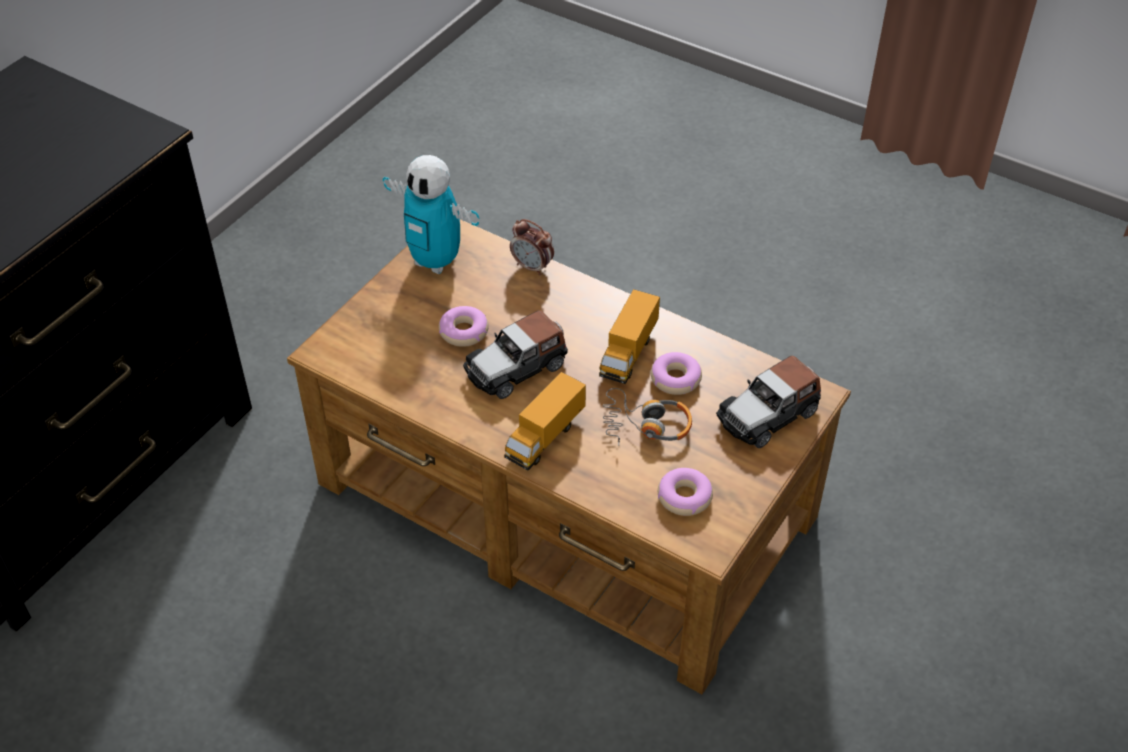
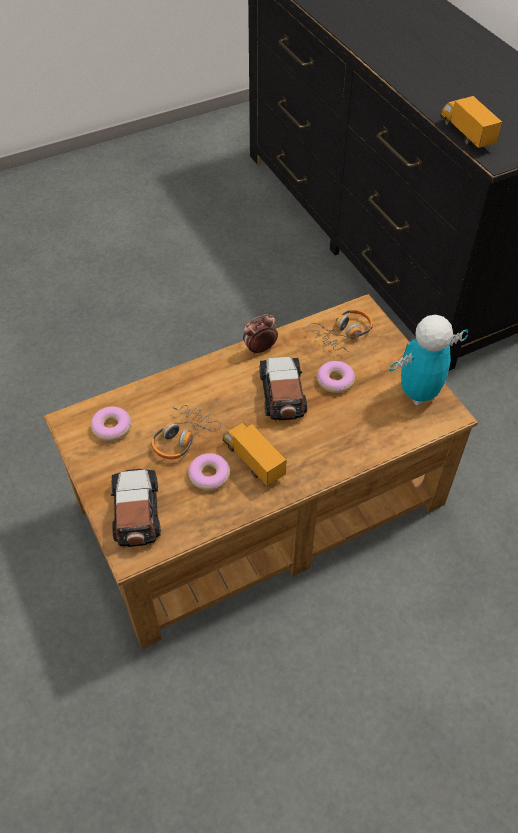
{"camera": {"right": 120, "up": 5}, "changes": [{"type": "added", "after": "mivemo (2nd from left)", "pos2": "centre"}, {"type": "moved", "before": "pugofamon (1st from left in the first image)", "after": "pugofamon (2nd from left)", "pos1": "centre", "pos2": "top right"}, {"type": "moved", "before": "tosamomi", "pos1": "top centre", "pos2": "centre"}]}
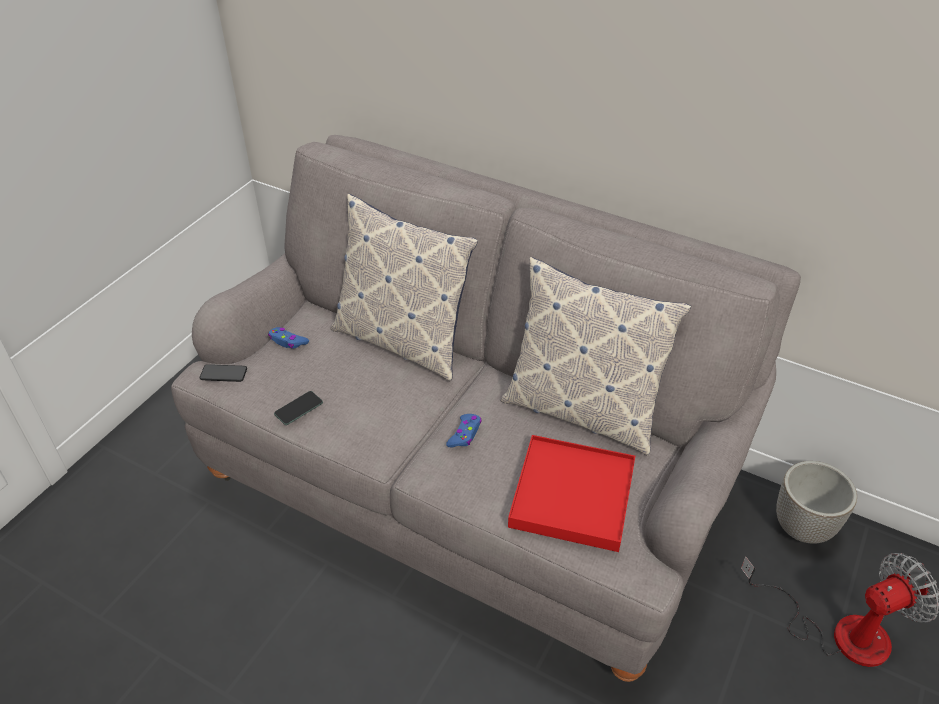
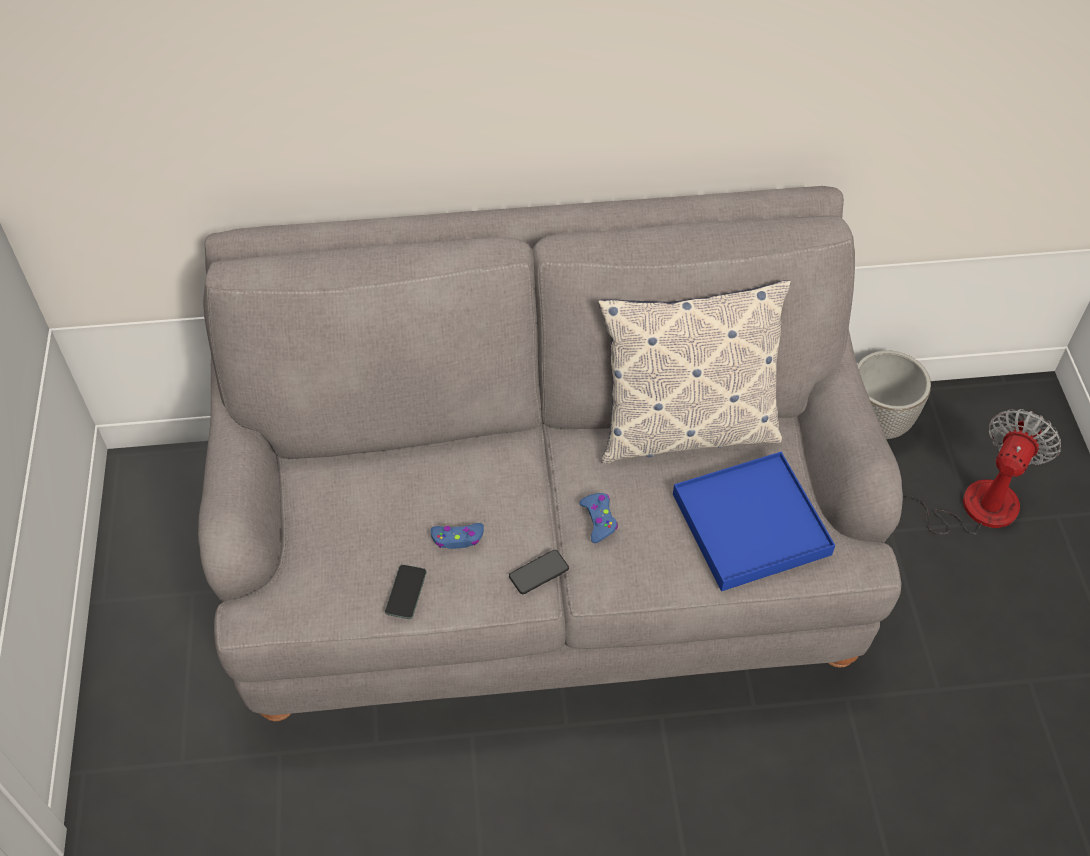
{"camera": {"right": -35, "up": 10}, "changes": [{"type": "removed", "before": "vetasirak (1st from left)", "pos1": "centre"}, {"type": "moved", "before": "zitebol (1st from left in the first image)", "after": "zitebol (2nd from left)", "pos1": "middle left", "pos2": "bottom centre"}, {"type": "moved", "before": "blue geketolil (1st from left)", "pos1": "middle left", "pos2": "centre"}, {"type": "recoloured", "before": "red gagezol", "after": "blue gagezol", "pos1": "bottom centre", "pos2": "middle right"}]}
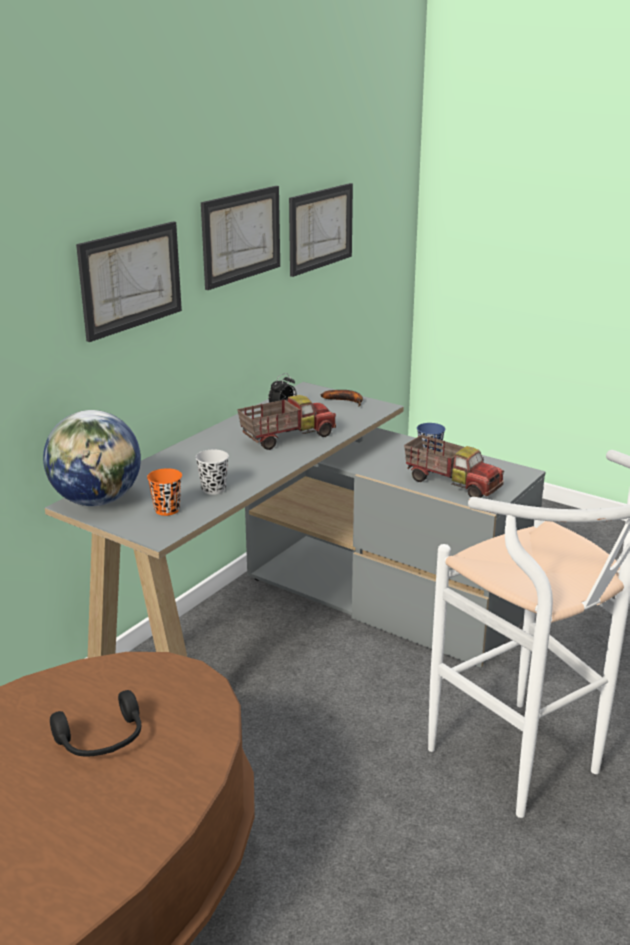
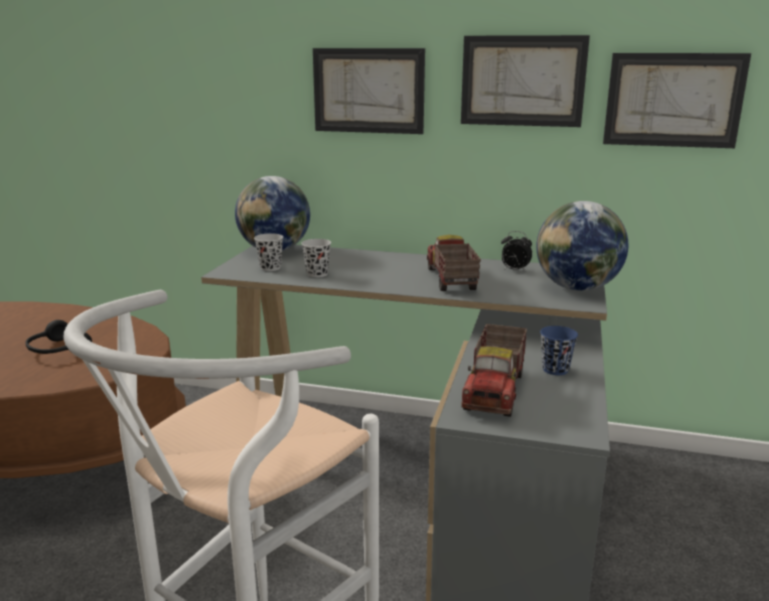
{"camera": {"right": 70, "up": -5}, "changes": [{"type": "replaced", "before": "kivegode", "after": "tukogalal (2nd from left)", "pos1": "centre", "pos2": "middle right"}, {"type": "recoloured", "before": "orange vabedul", "after": "black vabedul (1st from left)", "pos1": "middle left", "pos2": "centre"}, {"type": "turned", "before": "pugofamon (1st from left)", "pos1": "centre", "pos2": "centre", "turn": -135}]}
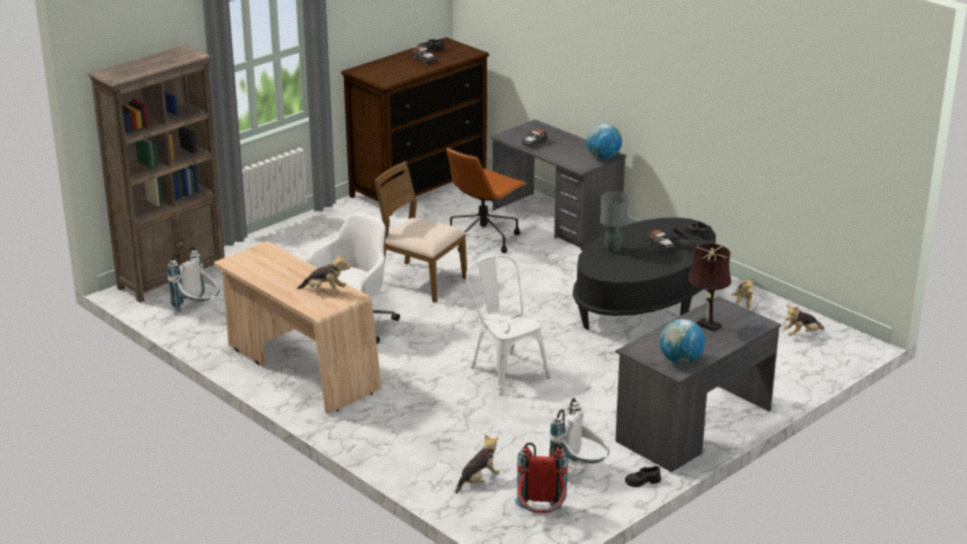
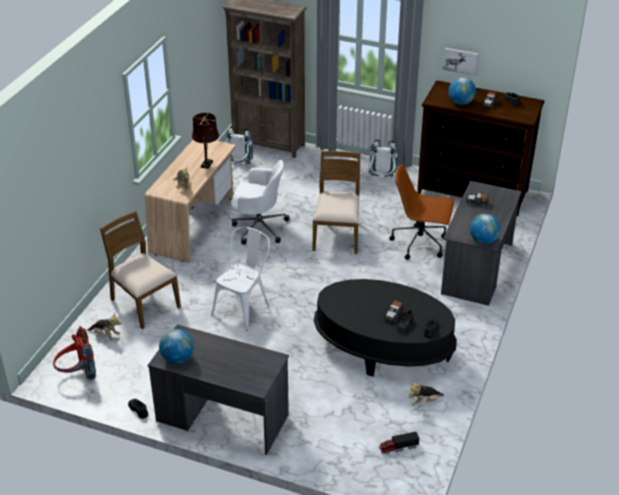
{"camera": {"right": 65, "up": 10}, "changes": [{"type": "removed", "before": "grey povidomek", "pos1": "centre"}, {"type": "added", "after": "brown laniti (1st from left)", "pos2": "middle left"}, {"type": "added", "after": "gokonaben", "pos2": "top right"}, {"type": "added", "after": "tukogalal (2nd from left)", "pos2": "top right"}, {"type": "moved", "before": "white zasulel (2nd from left)", "pos1": "bottom centre", "pos2": "top centre"}, {"type": "moved", "before": "brown povidomek", "pos1": "middle right", "pos2": "top left"}, {"type": "replaced", "before": "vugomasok (4th from left)", "after": "pugofamon", "pos1": "middle right", "pos2": "bottom centre"}]}
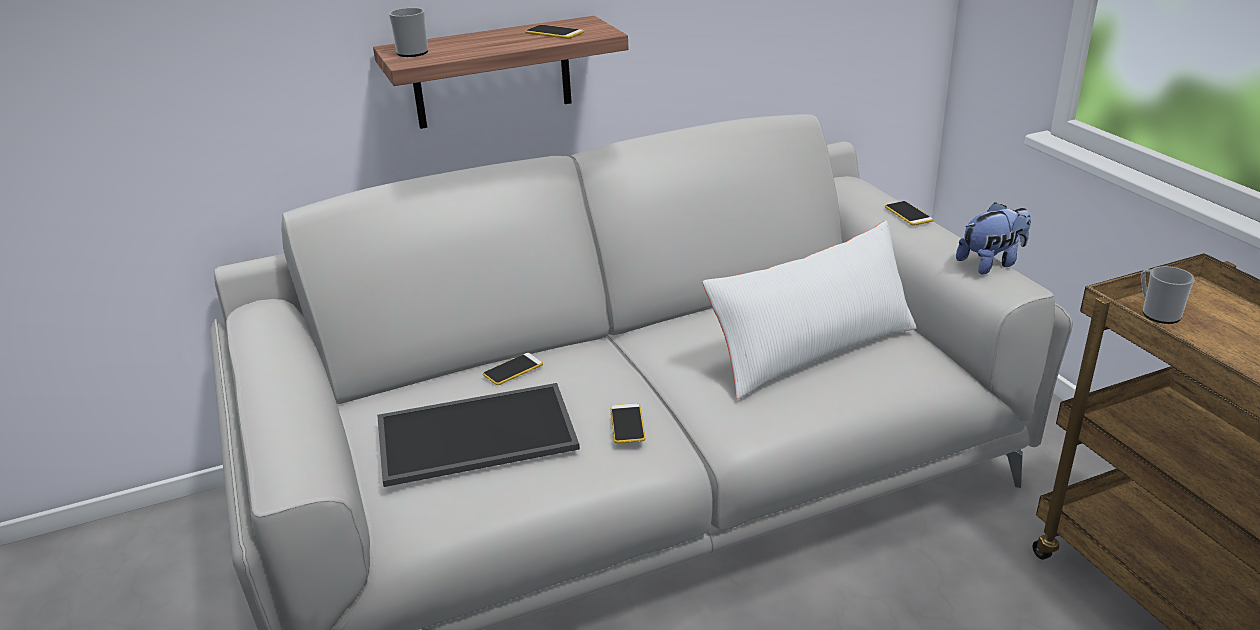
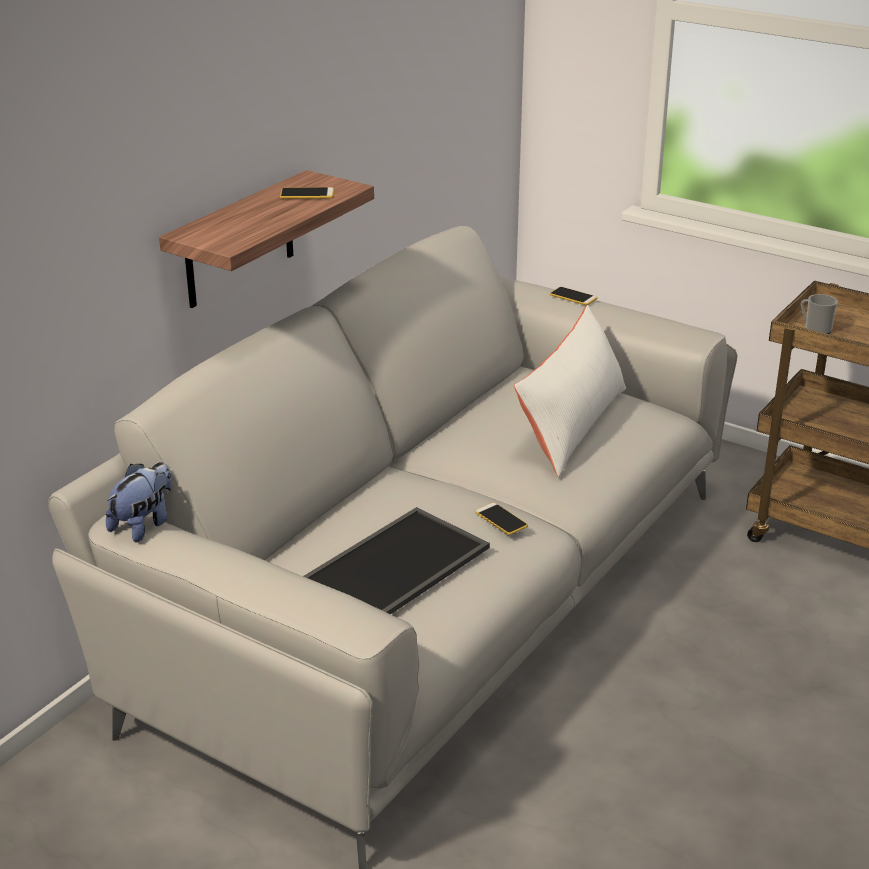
{"camera": {"right": -35, "up": 0}, "changes": [{"type": "removed", "before": "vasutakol (1st from left)", "pos1": "top left"}, {"type": "removed", "before": "zitebol (1st from left)", "pos1": "centre"}, {"type": "moved", "before": "vugomasok", "pos1": "middle right", "pos2": "middle left"}]}
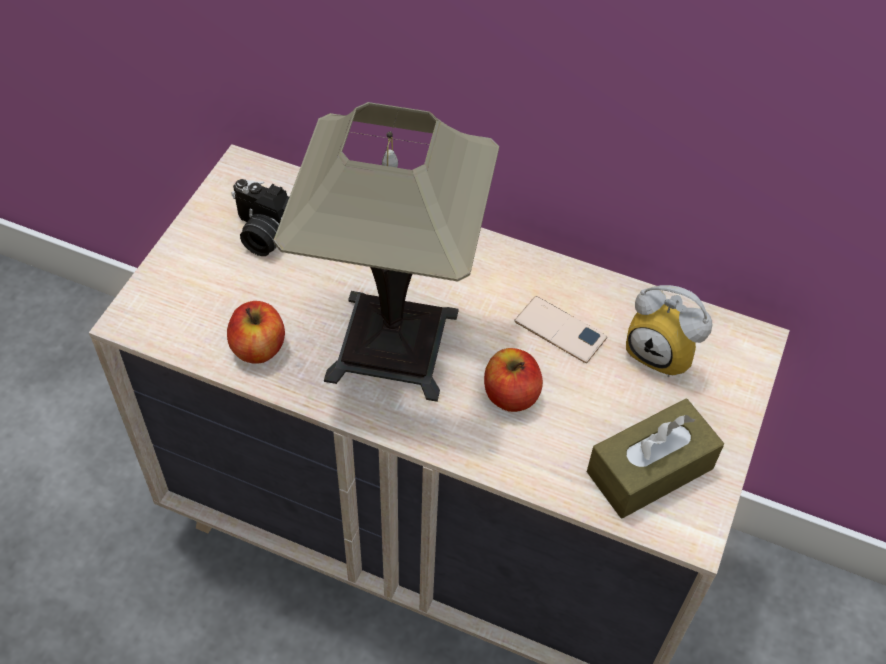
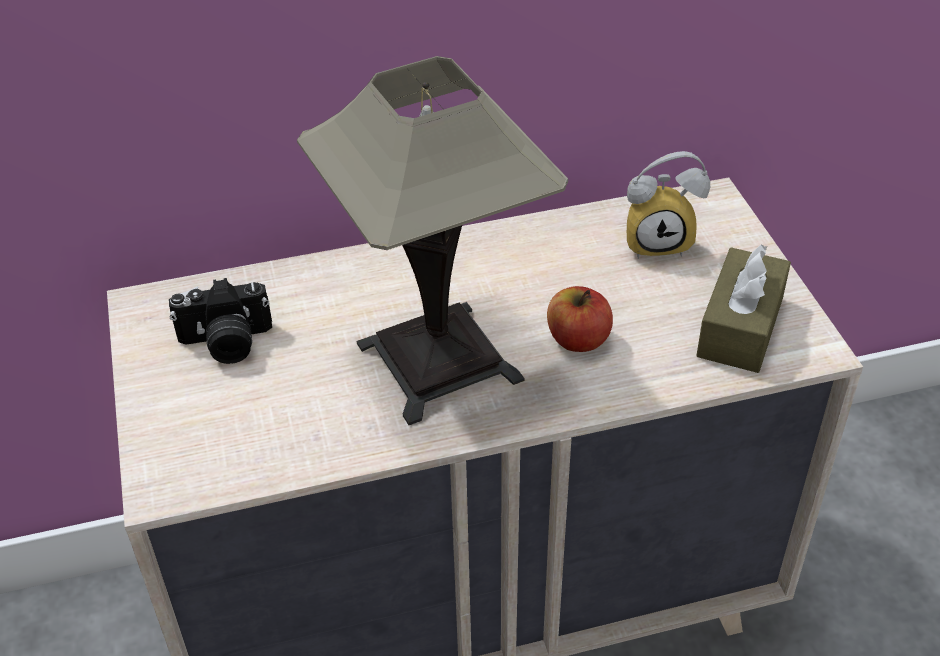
{"camera": {"right": -35, "up": -10}, "changes": [{"type": "removed", "before": "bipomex (1st from left)", "pos1": "middle left"}, {"type": "removed", "before": "zitebol", "pos1": "centre"}]}
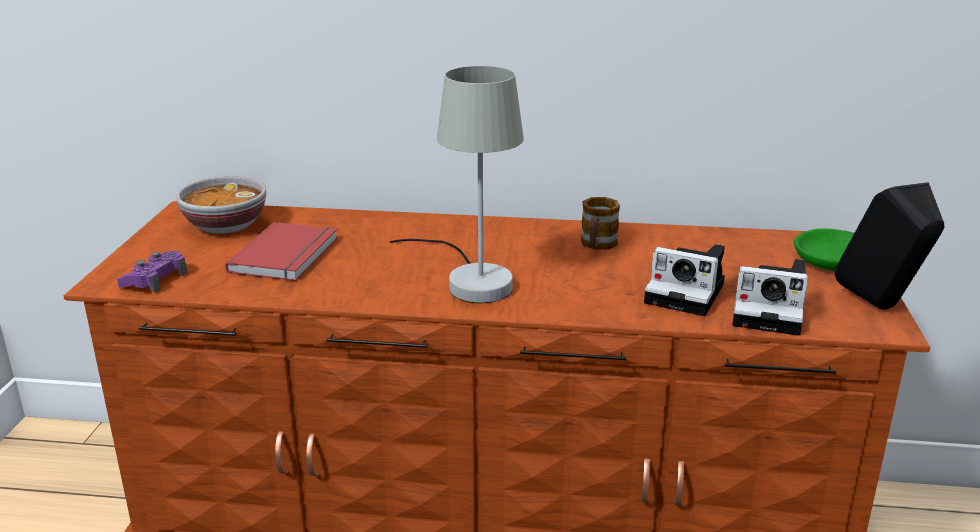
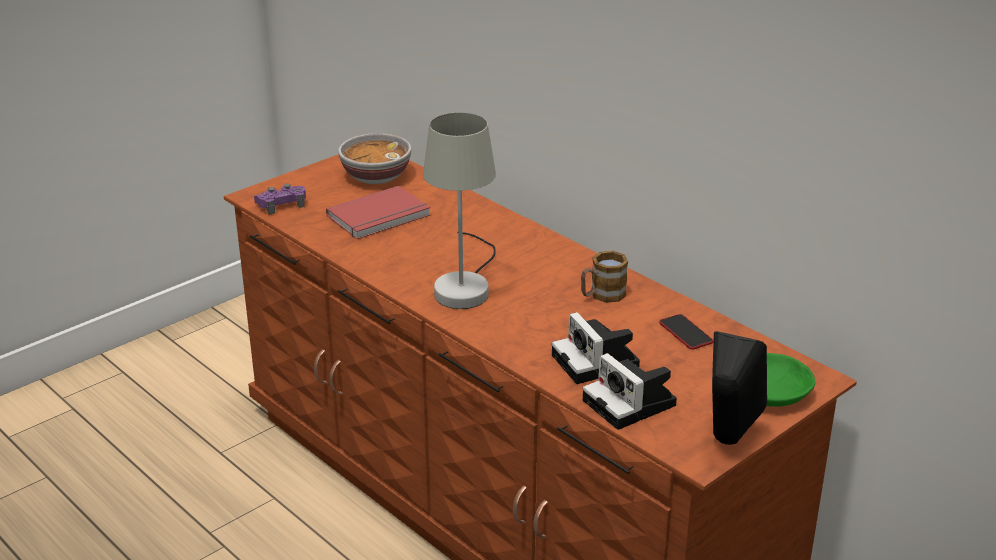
{"camera": {"right": 40, "up": 5}, "changes": [{"type": "added", "after": "zitebol", "pos2": "middle right"}]}
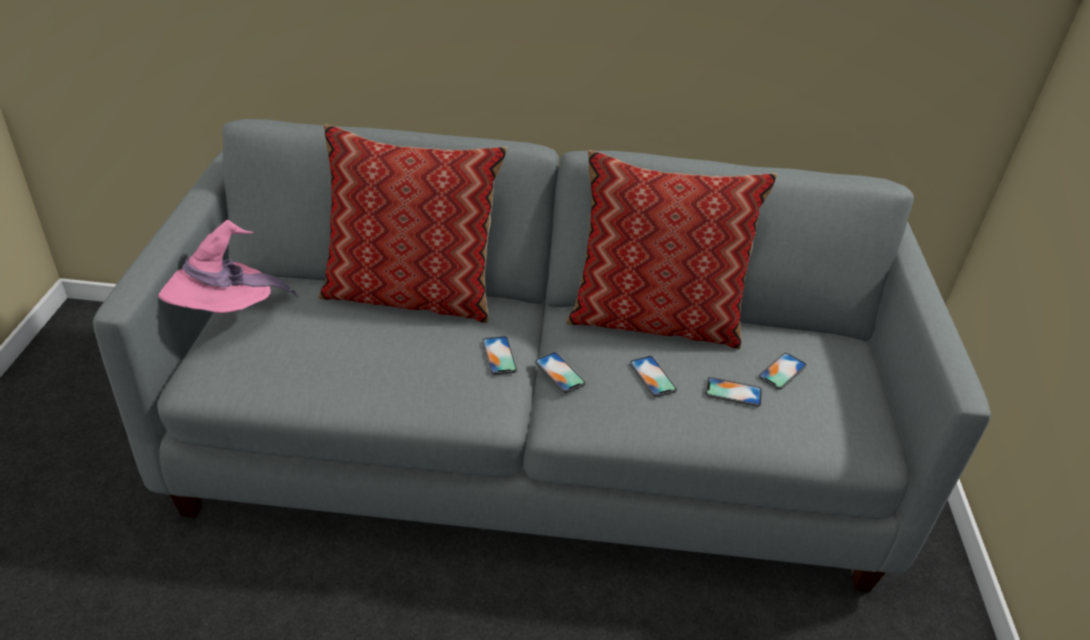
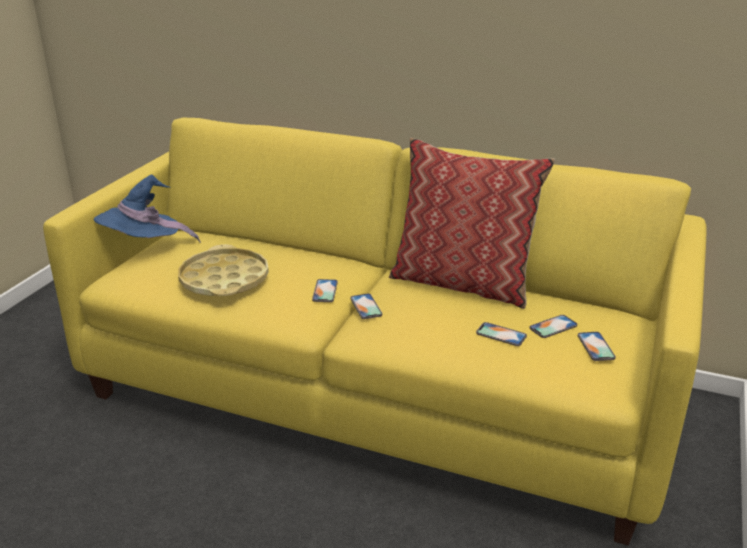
{"camera": {"right": 20, "up": -10}, "changes": [{"type": "removed", "before": "vetasirak (1st from left)", "pos1": "centre"}, {"type": "added", "after": "yellow gagezol", "pos2": "middle left"}, {"type": "moved", "before": "zitebol (3rd from left in the first image)", "after": "zitebol (5th from left)", "pos1": "centre", "pos2": "middle right"}, {"type": "recoloured", "before": "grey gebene", "after": "yellow gebene", "pos1": "centre", "pos2": "centre"}, {"type": "recoloured", "before": "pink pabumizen", "after": "blue pabumizen", "pos1": "middle left", "pos2": "middle left"}]}
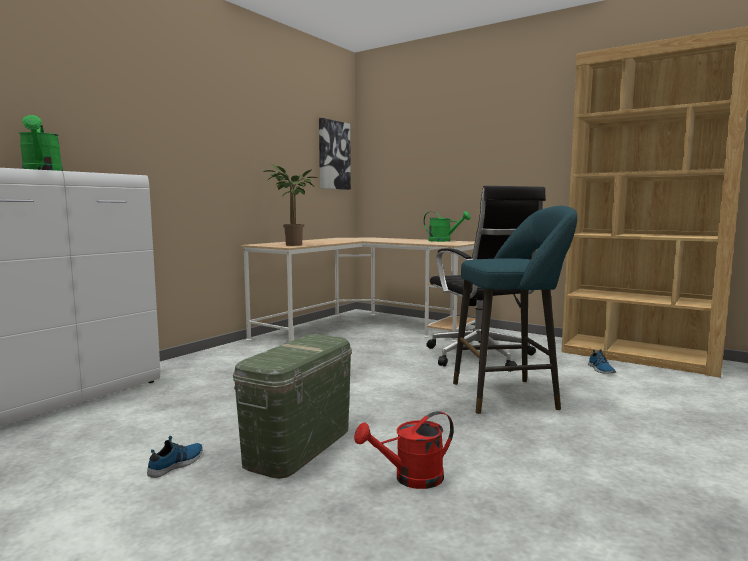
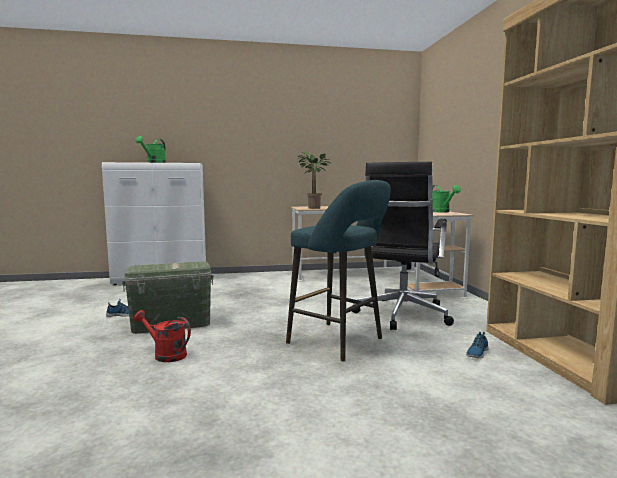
{"camera": {"right": 45, "up": 0}, "changes": [{"type": "removed", "before": "gokonaben", "pos1": "top centre"}]}
